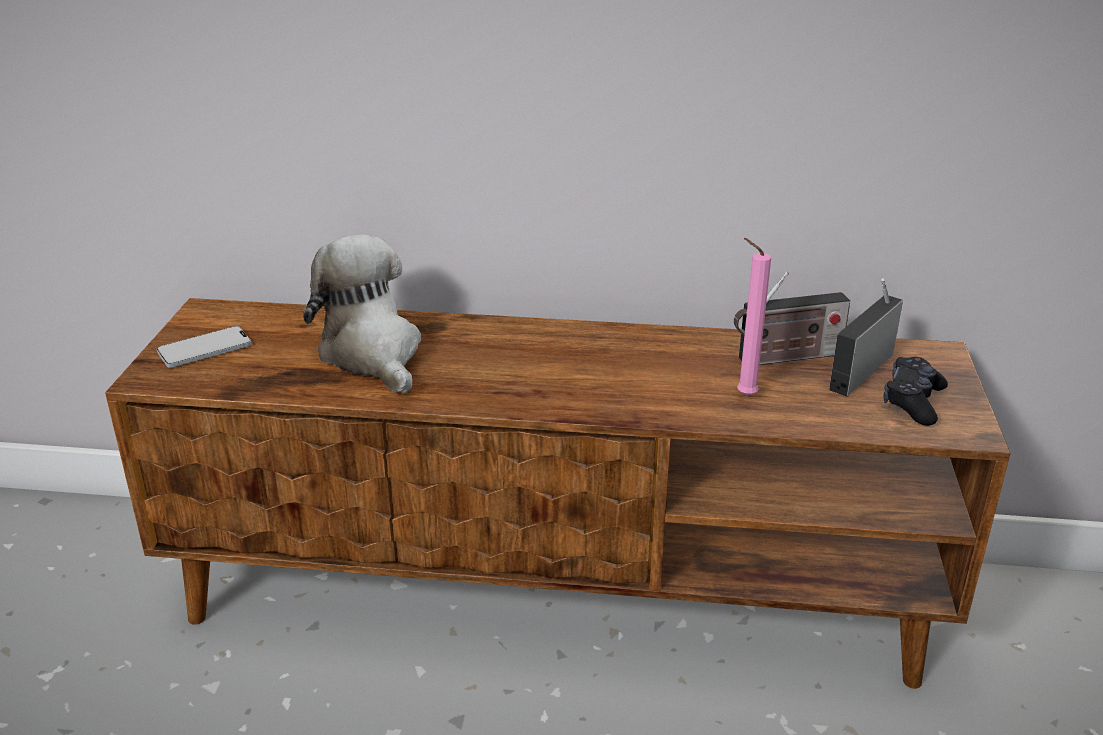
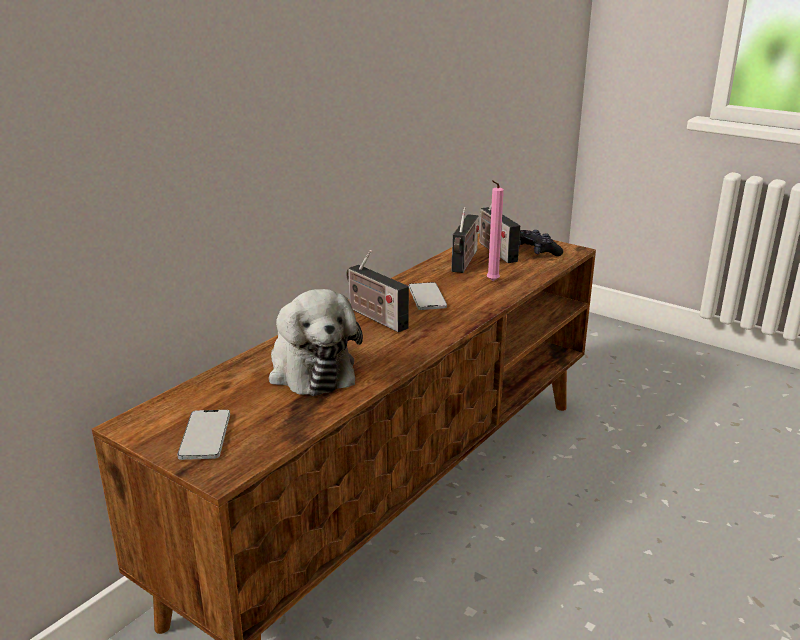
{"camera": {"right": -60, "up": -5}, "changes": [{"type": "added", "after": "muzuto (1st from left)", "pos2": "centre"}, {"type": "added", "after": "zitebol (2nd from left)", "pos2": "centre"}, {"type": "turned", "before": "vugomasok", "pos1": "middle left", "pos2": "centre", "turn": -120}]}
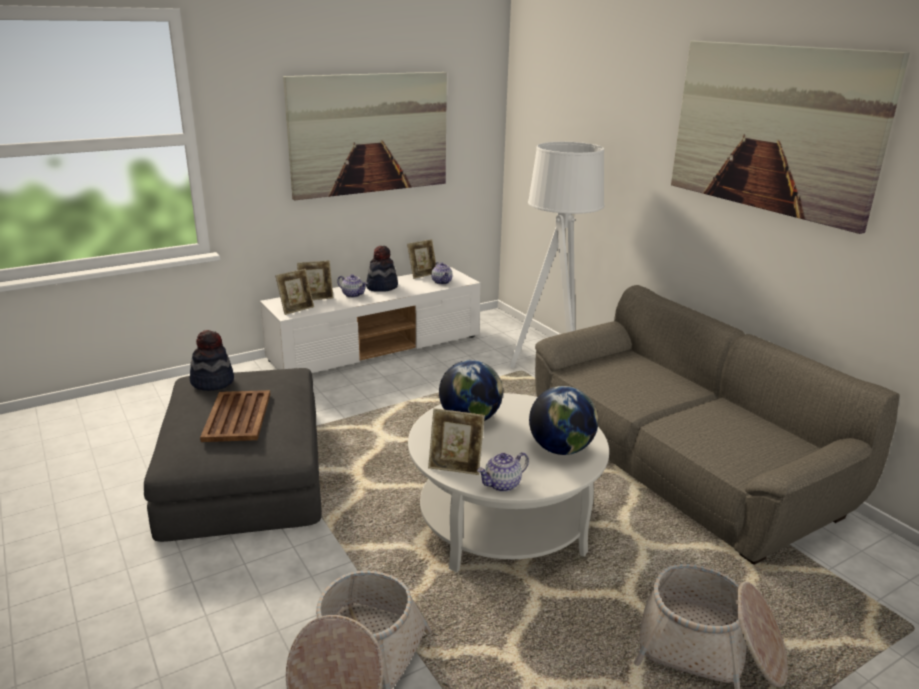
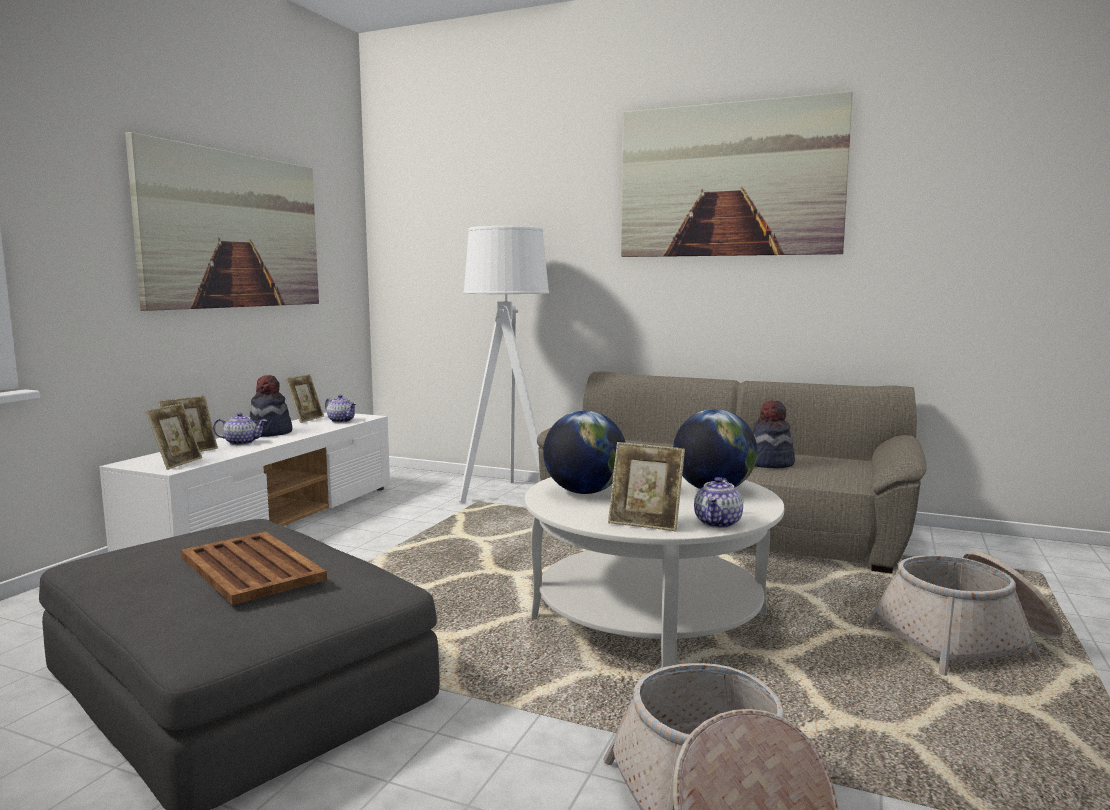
{"camera": {"right": -35, "up": -15}, "changes": [{"type": "moved", "before": "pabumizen (1st from left in the first image)", "after": "pabumizen (2nd from left)", "pos1": "middle left", "pos2": "middle right"}, {"type": "turned", "before": "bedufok (4th from left)", "pos1": "centre", "pos2": "centre", "turn": 45}]}
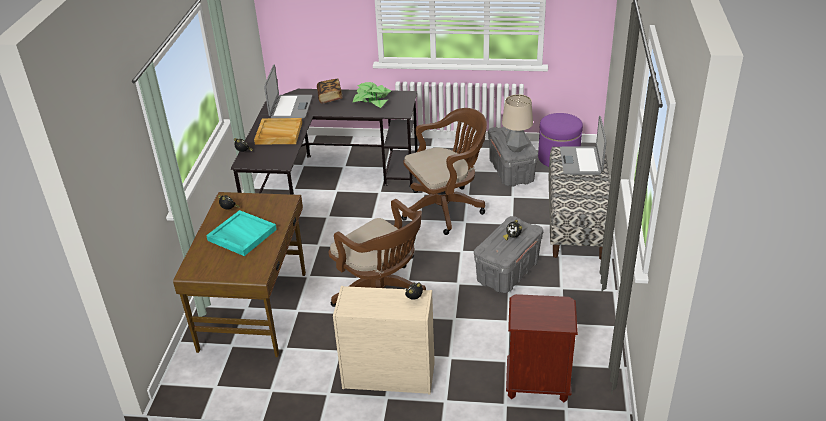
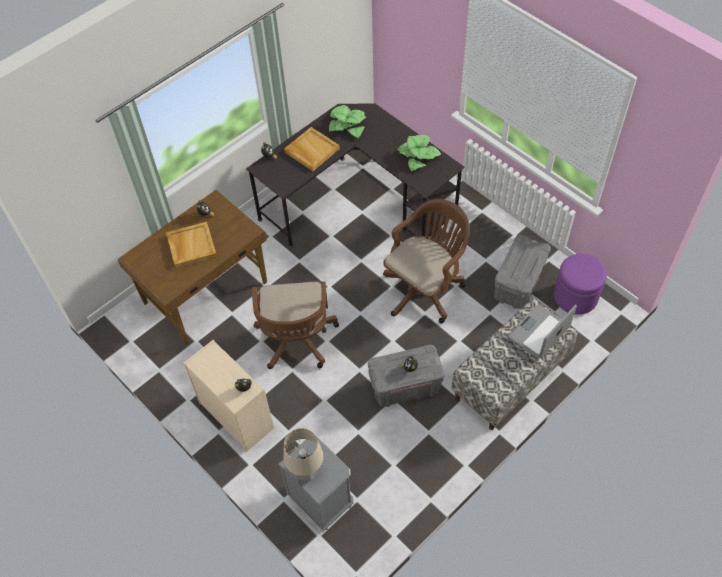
{"camera": {"right": 40, "up": 20}, "changes": [{"type": "removed", "before": "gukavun", "pos1": "top centre"}, {"type": "moved", "before": "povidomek", "pos1": "top centre", "pos2": "bottom centre"}, {"type": "replaced", "before": "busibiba (1st from left)", "after": "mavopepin (1st from left)", "pos1": "top centre", "pos2": "top centre"}, {"type": "recoloured", "before": "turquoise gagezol", "after": "beige gagezol (1st from left)", "pos1": "middle left", "pos2": "middle left"}, {"type": "recoloured", "before": "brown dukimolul", "after": "grey dukimolul", "pos1": "bottom centre", "pos2": "bottom centre"}, {"type": "turned", "before": "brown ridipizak (2nd from left)", "pos1": "centre", "pos2": "centre", "turn": -60}]}
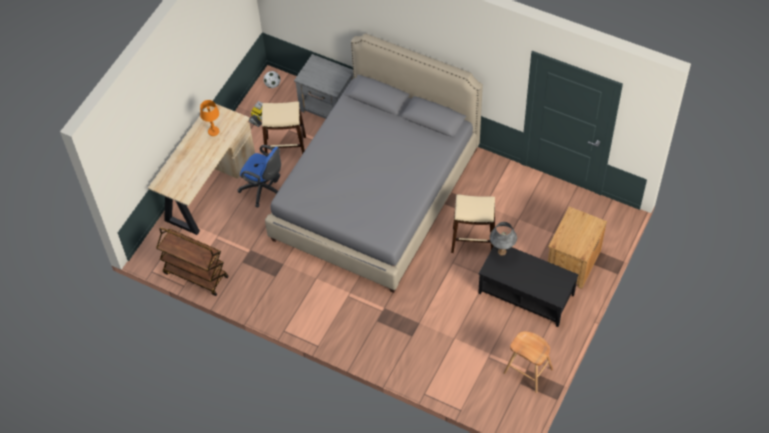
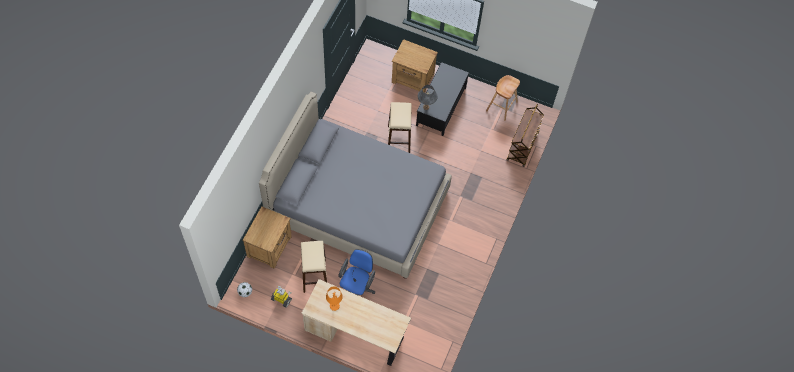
{"camera": {"right": -100, "up": 5}, "changes": [{"type": "moved", "before": "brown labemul", "pos1": "middle left", "pos2": "centre"}, {"type": "recoloured", "before": "grey dukimolul", "after": "brown dukimolul (1st from left)", "pos1": "top centre", "pos2": "centre"}]}
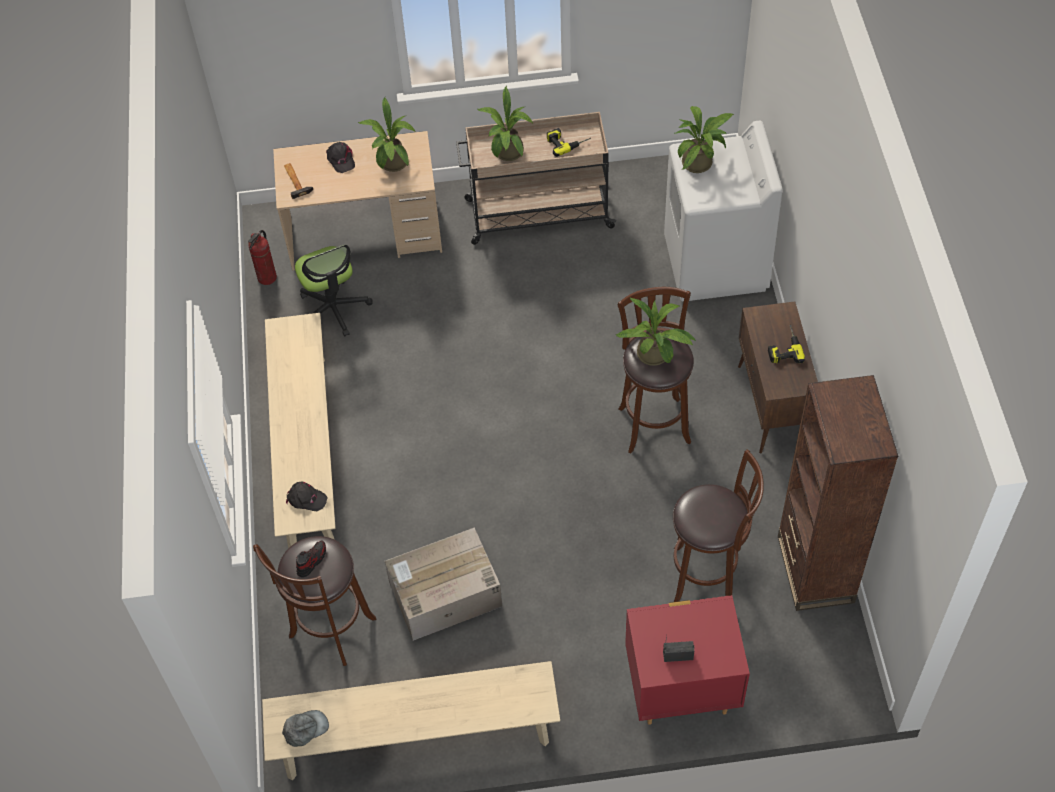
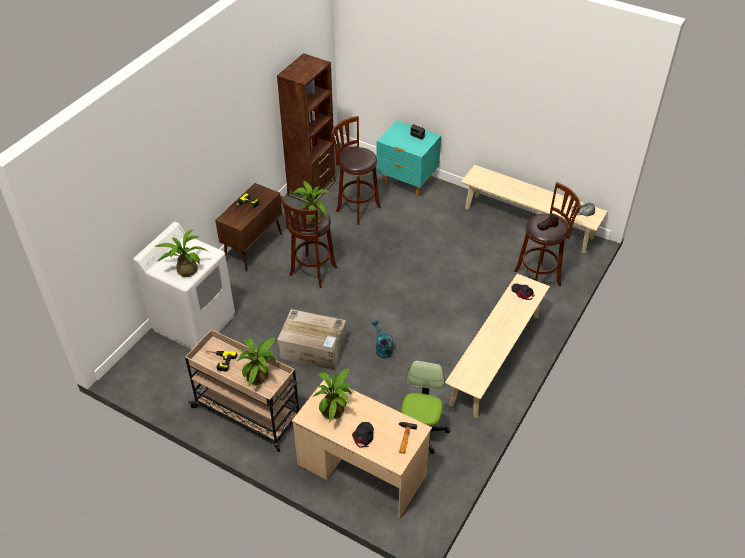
{"camera": {"right": -145, "up": -10}, "changes": [{"type": "removed", "before": "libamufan", "pos1": "top left"}, {"type": "added", "after": "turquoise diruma", "pos2": "centre"}, {"type": "moved", "before": "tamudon", "pos1": "bottom centre", "pos2": "centre"}, {"type": "recoloured", "before": "red dukimolul", "after": "turquoise dukimolul", "pos1": "bottom centre", "pos2": "top centre"}]}
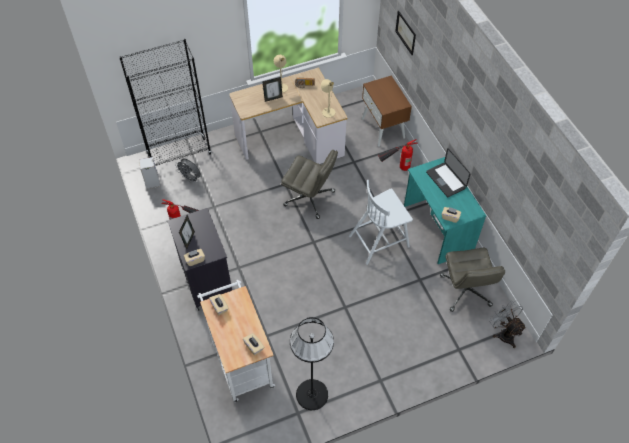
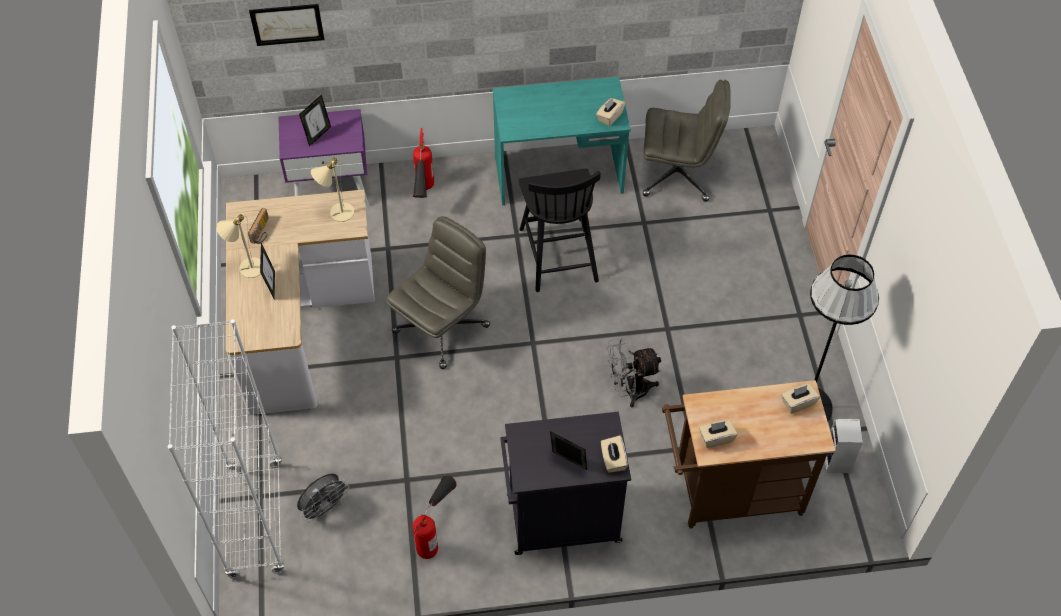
{"camera": {"right": -75, "up": 0}, "changes": [{"type": "removed", "before": "busibiba", "pos1": "middle right"}, {"type": "added", "after": "bedufok (2nd from left)", "pos2": "top left"}, {"type": "moved", "before": "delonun", "pos1": "middle left", "pos2": "bottom right"}, {"type": "moved", "before": "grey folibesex (2nd from left)", "pos1": "bottom right", "pos2": "centre"}, {"type": "recoloured", "before": "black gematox", "after": "white gematox", "pos1": "top left", "pos2": "bottom left"}, {"type": "recoloured", "before": "white labemul", "after": "brown labemul", "pos1": "bottom centre", "pos2": "bottom right"}, {"type": "recoloured", "before": "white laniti", "after": "black laniti", "pos1": "centre", "pos2": "centre"}, {"type": "recoloured", "before": "brown dukimolul", "after": "purple dukimolul", "pos1": "top centre", "pos2": "top left"}]}
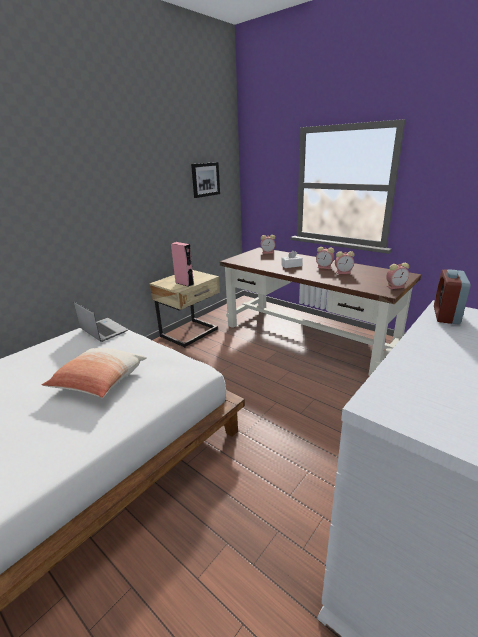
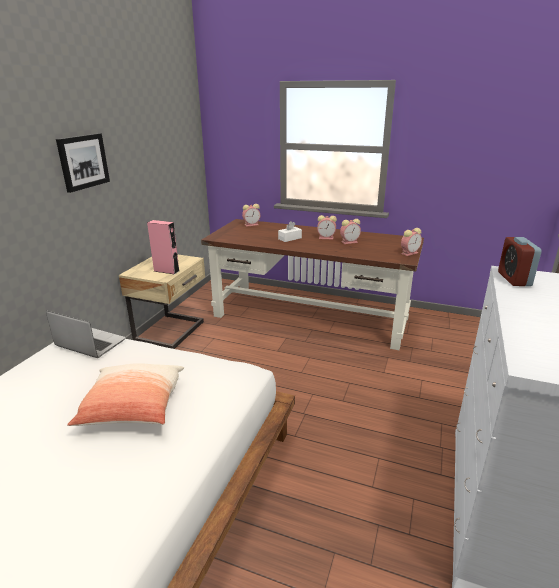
{"camera": {"right": -20, "up": 0}, "changes": [{"type": "moved", "before": "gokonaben", "pos1": "top centre", "pos2": "top left"}]}
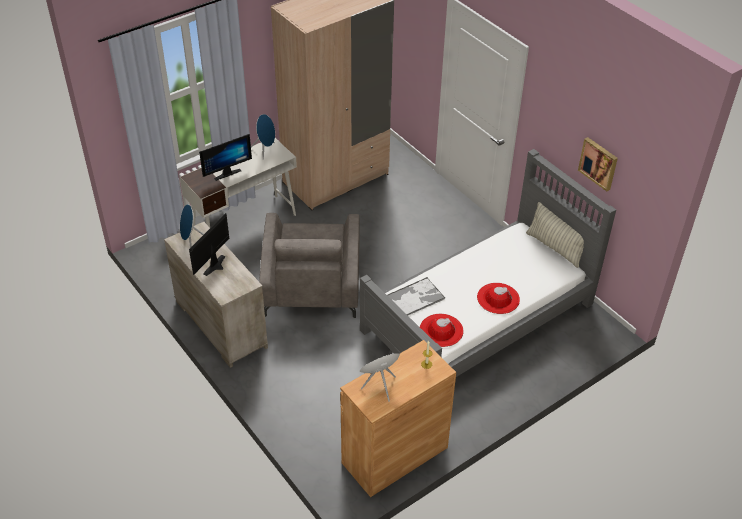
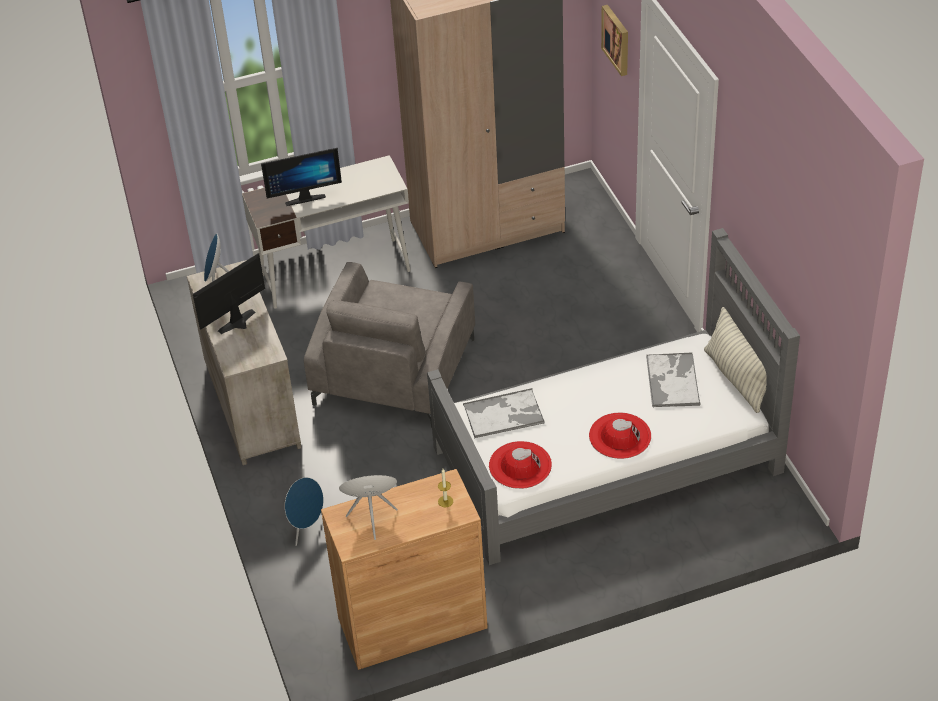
{"camera": {"right": 20, "up": 0}, "changes": [{"type": "added", "after": "gagezol (2nd from left)", "pos2": "middle right"}, {"type": "moved", "before": "blue delonun (2nd from left)", "pos1": "top centre", "pos2": "bottom left"}, {"type": "moved", "before": "gokonaben", "pos1": "top right", "pos2": "top centre"}]}
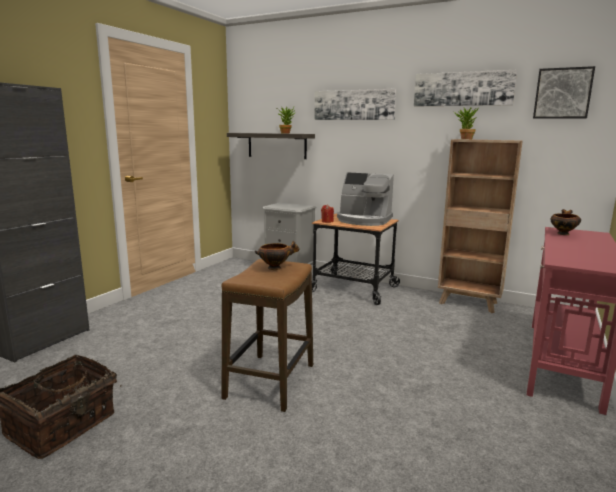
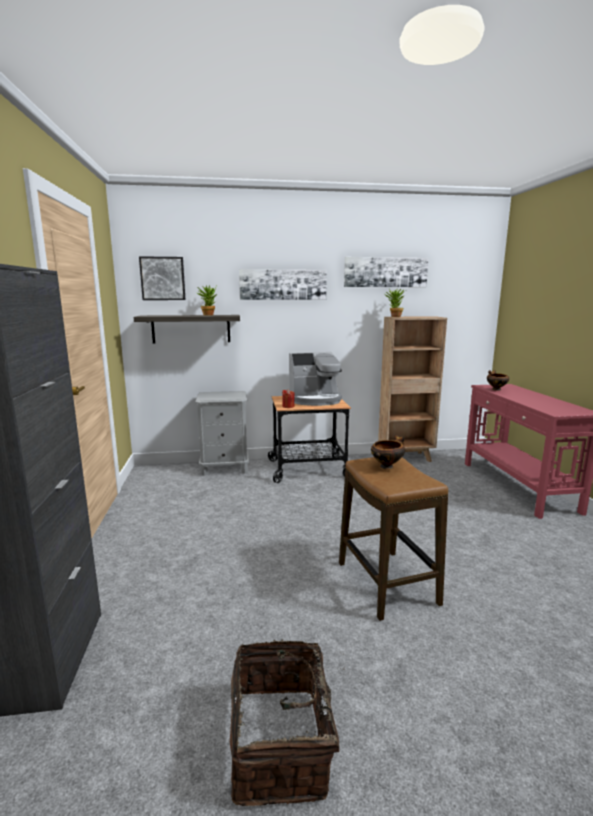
{"camera": {"right": -35, "up": 0}, "changes": [{"type": "moved", "before": "gokonaben (3rd from left in the first image)", "after": "gokonaben (1st from left)", "pos1": "top right", "pos2": "middle left"}]}
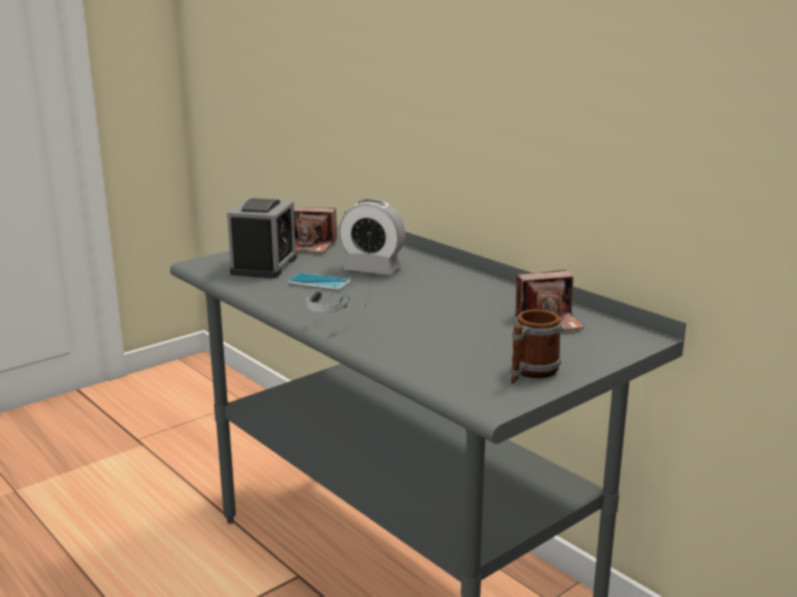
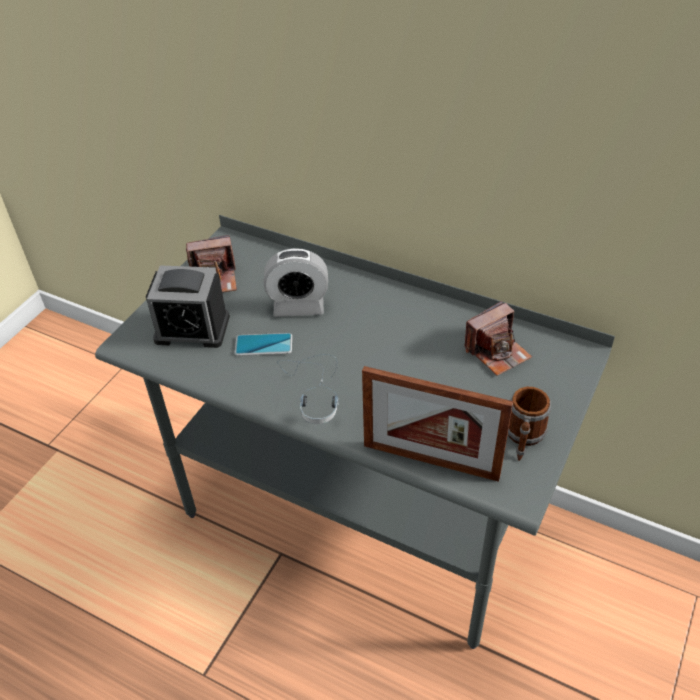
{"camera": {"right": -20, "up": 25}, "changes": [{"type": "added", "after": "bedufok", "pos2": "centre"}, {"type": "turned", "before": "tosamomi (1st from left)", "pos1": "middle left", "pos2": "middle left", "turn": 105}]}
